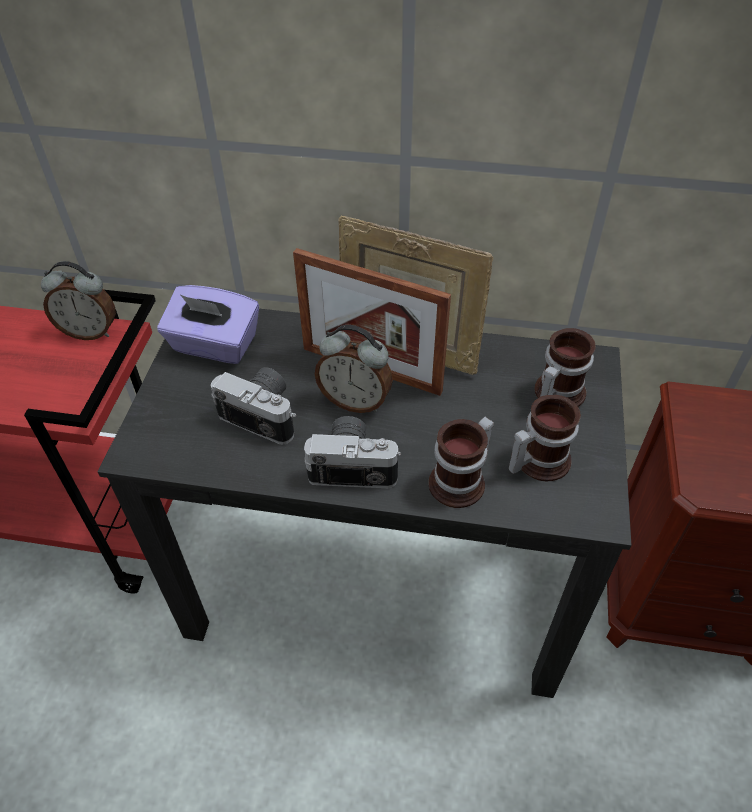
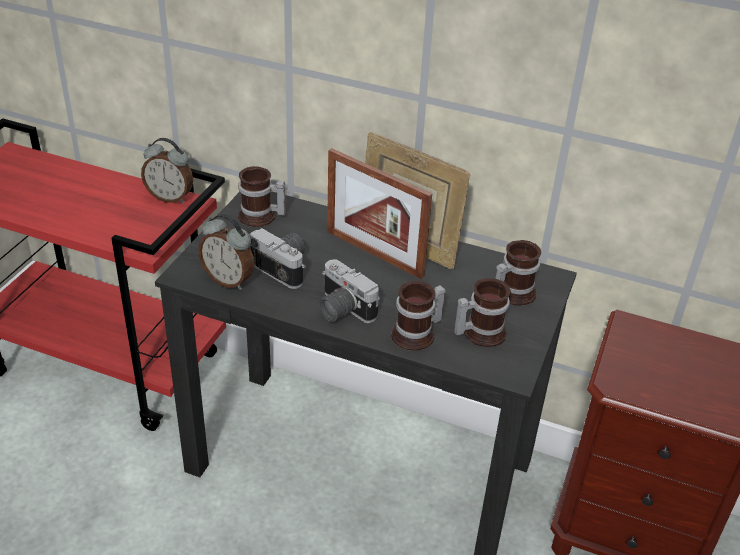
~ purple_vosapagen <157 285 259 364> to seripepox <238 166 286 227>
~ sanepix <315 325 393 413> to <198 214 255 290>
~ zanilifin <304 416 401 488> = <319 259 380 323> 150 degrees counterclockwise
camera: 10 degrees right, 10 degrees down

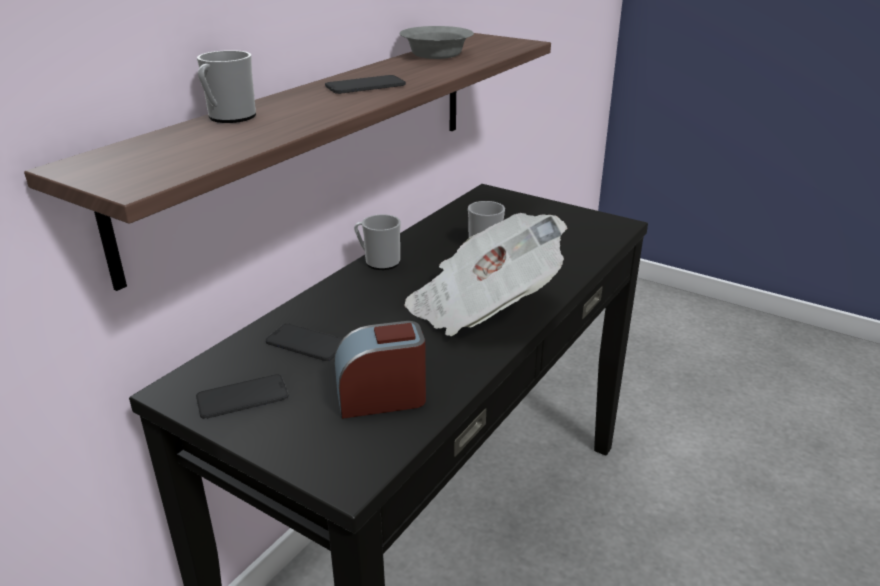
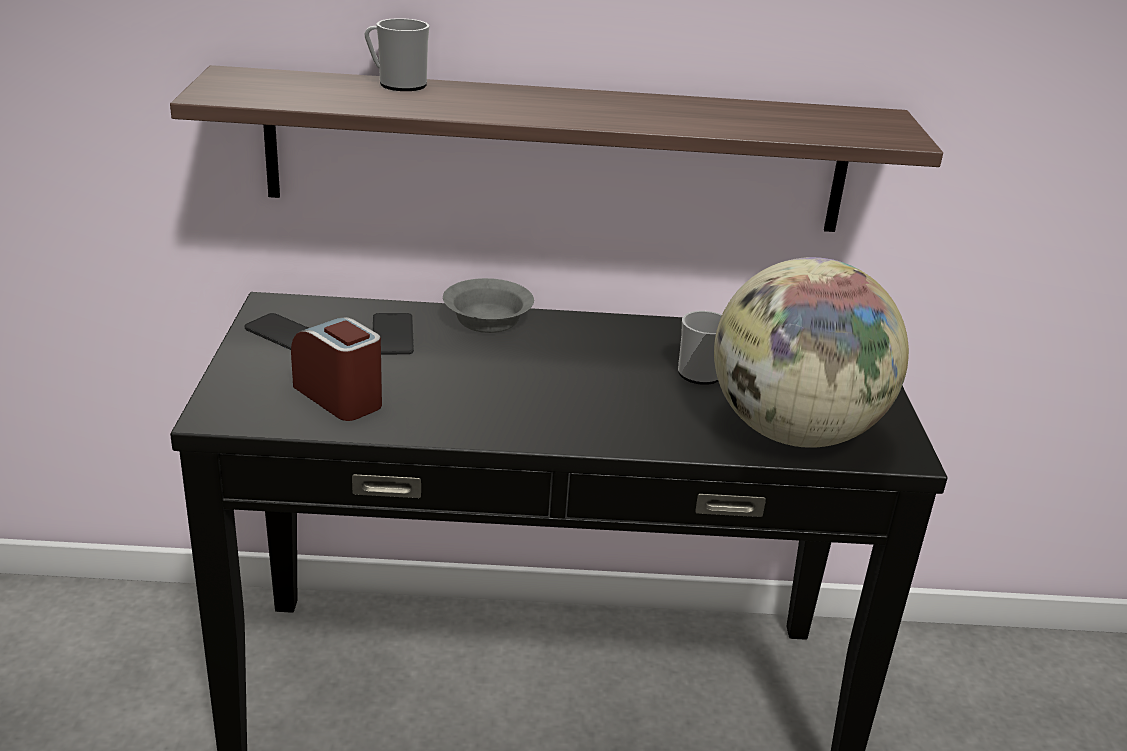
~ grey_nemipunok <400 26 474 59> to <443 278 534 333>
- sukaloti <325 75 406 94>
- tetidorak <404 213 567 336>
- seripepox <354 214 401 270>
+ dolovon <714 257 909 448>
camera: 55 degrees right, 0 degrees up

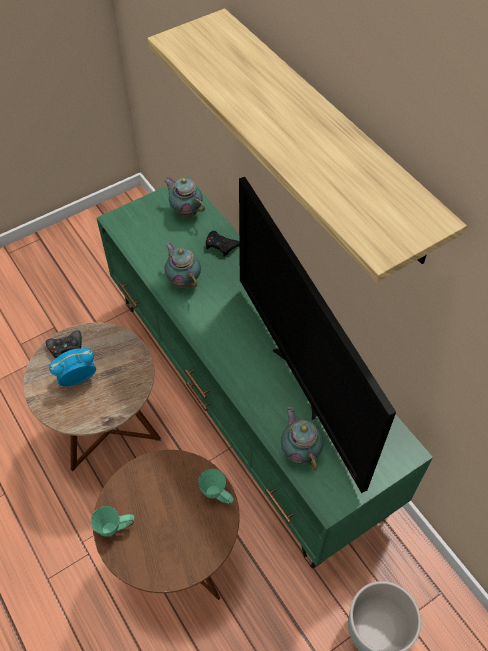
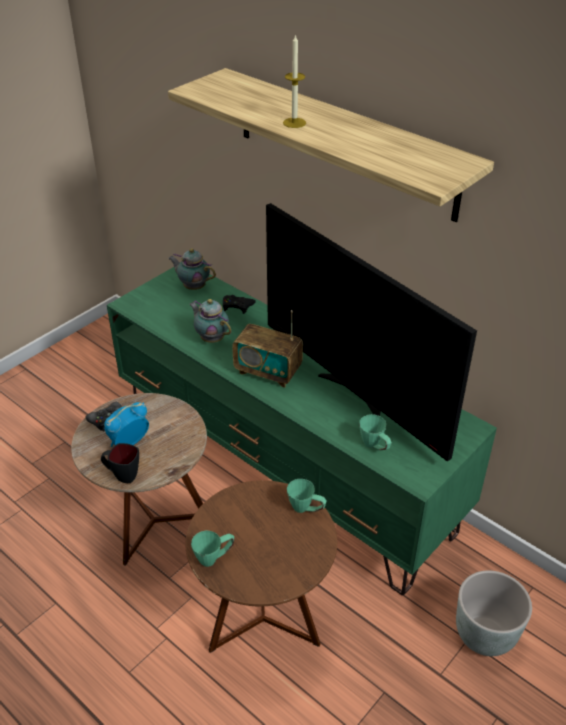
~ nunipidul <281 407 323 471> to green_seripepox <359 414 392 450>
+ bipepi <283 34 306 128>
+ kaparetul <232 310 303 388>
+ black_seripepox <101 443 139 483>
camera: 15 degrees left, 15 degrees down

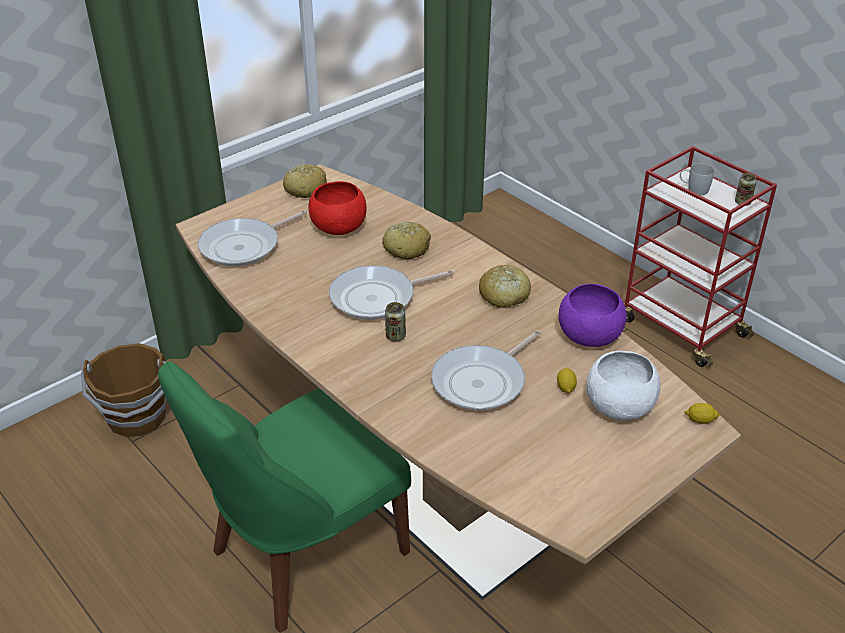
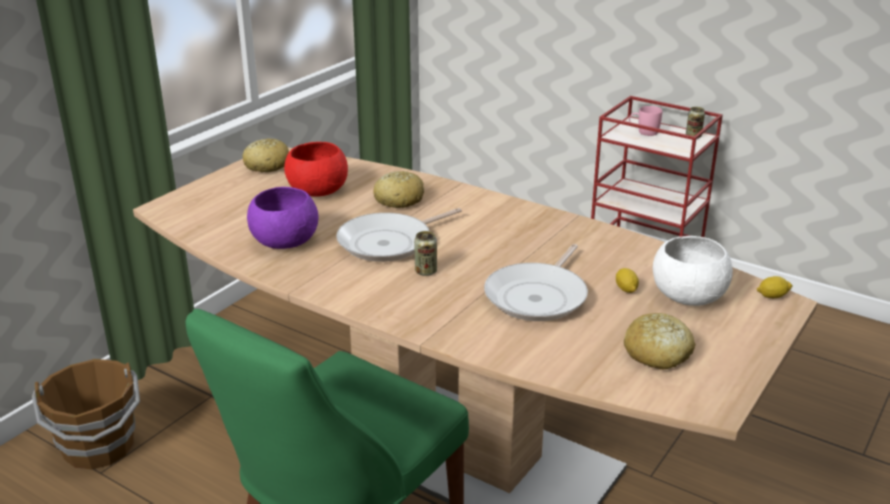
~ white_seripepox <680 163 714 196> to pink_seripepox <629 106 663 136>
- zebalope <198 210 307 267>
~ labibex <479 265 531 308> to <624 313 695 369>
~ purple_nemipunok <559 284 627 347> to <247 187 318 249>
camera: 15 degrees left, 10 degrees down

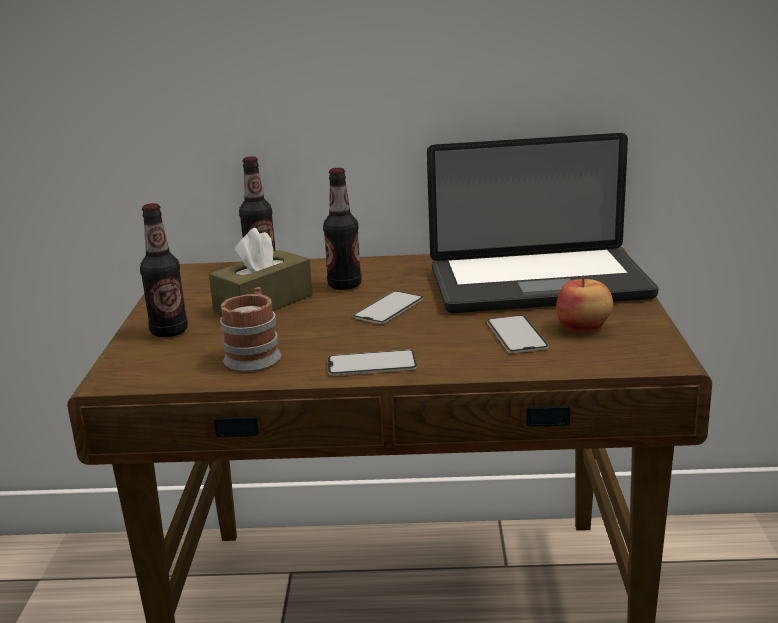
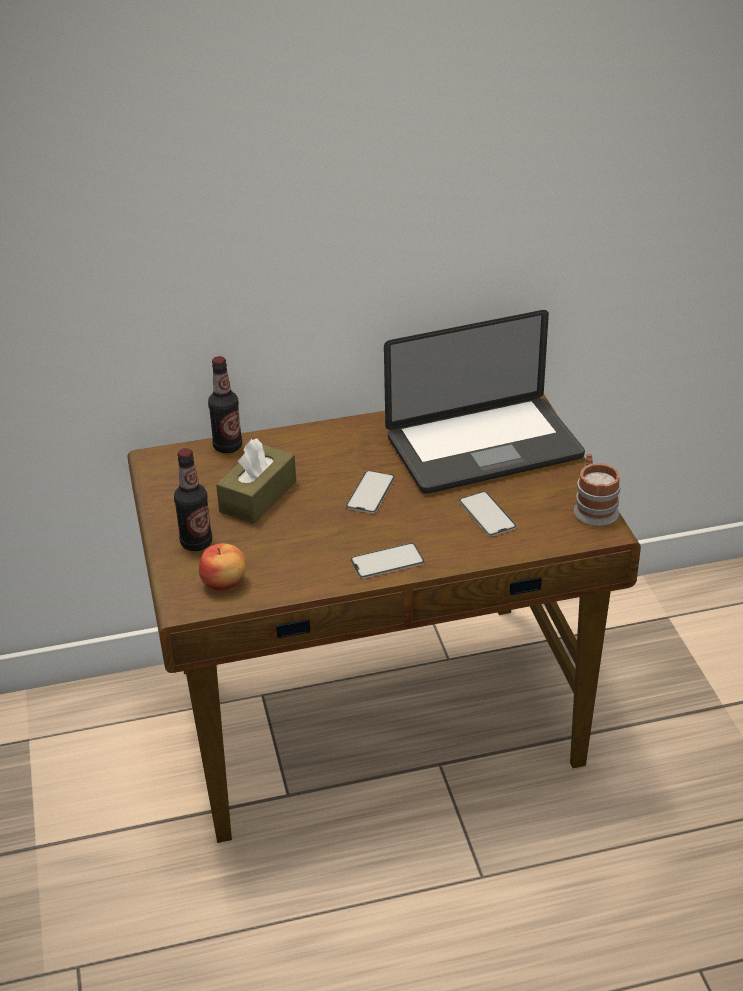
- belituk <323 168 362 290>
~ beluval <556 277 613 332> to <199 543 246 591>
~ seripepox <220 287 281 372> to <574 453 621 526>
camera: 15 degrees left, 15 degrees up

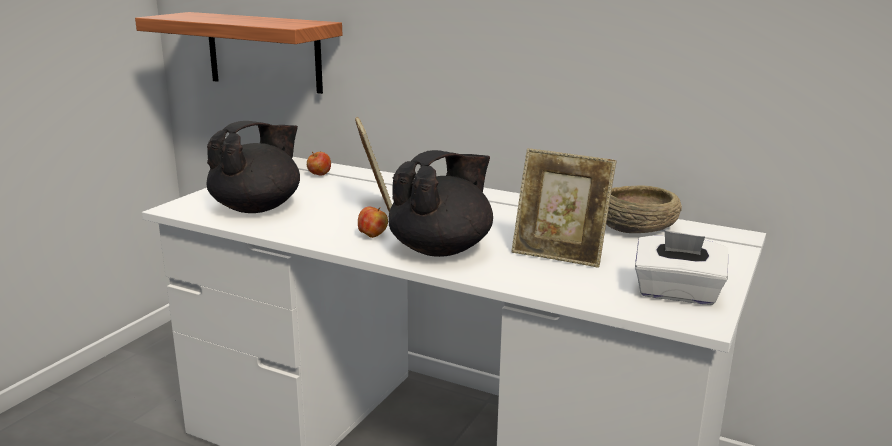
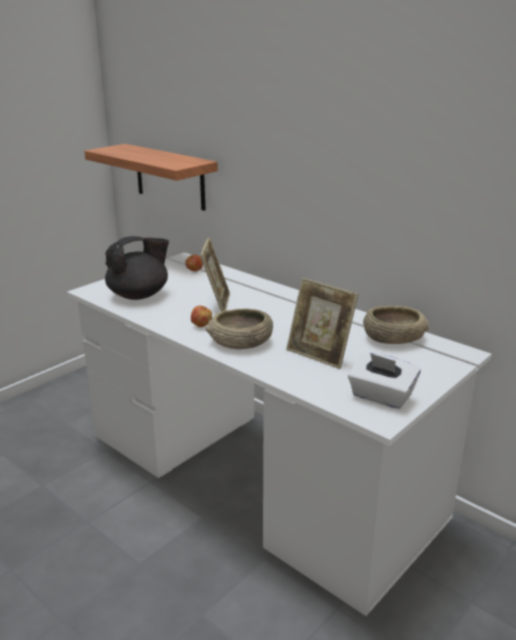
~ black_nunipidul <388 150 493 257> to beige_nemipunok <206 309 273 349>
camera: 15 degrees right, 5 degrees up

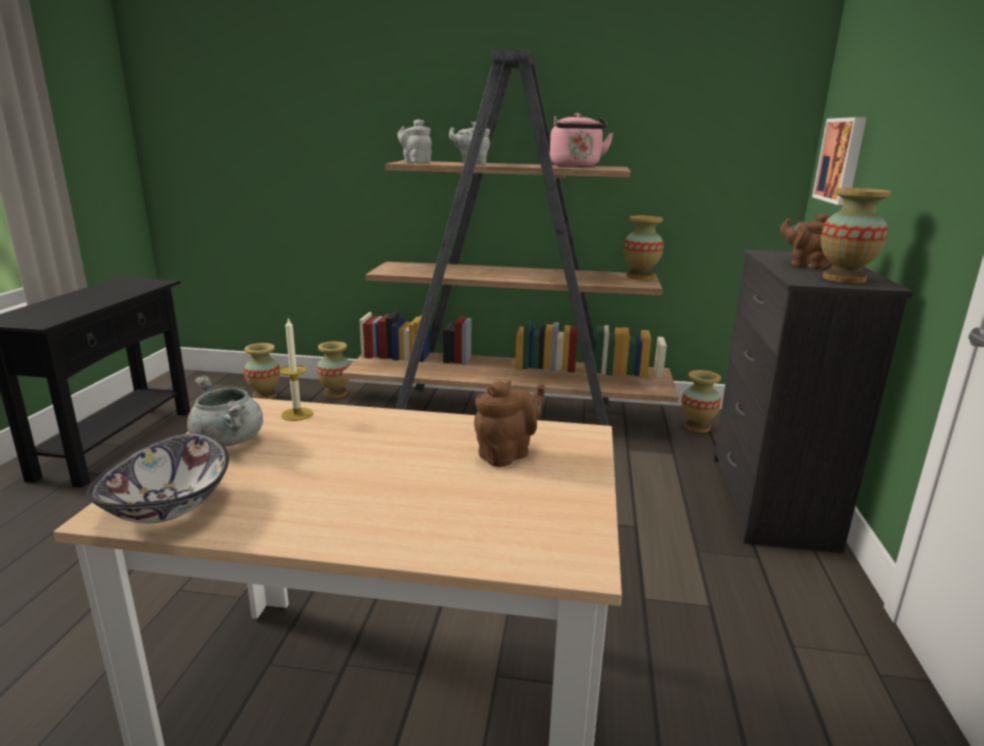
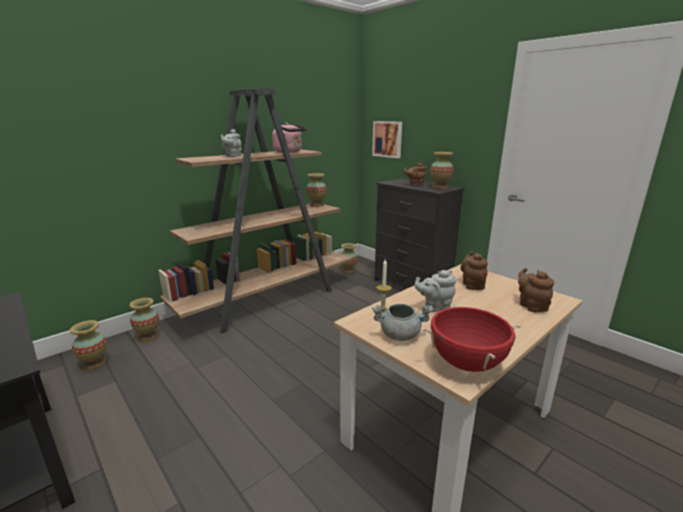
~ grey_nunipidul <398 119 432 163> to <414 270 457 312>
~ nemipunok <86 434 229 523> to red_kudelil <423 304 521 372>
+ brown_nunipidul <518 268 554 312>
camera: 50 degrees left, 0 degrees up

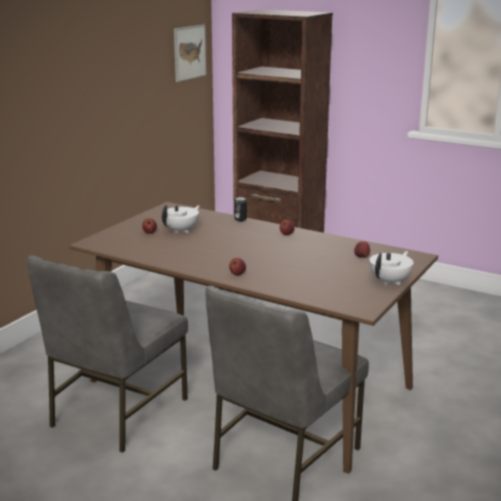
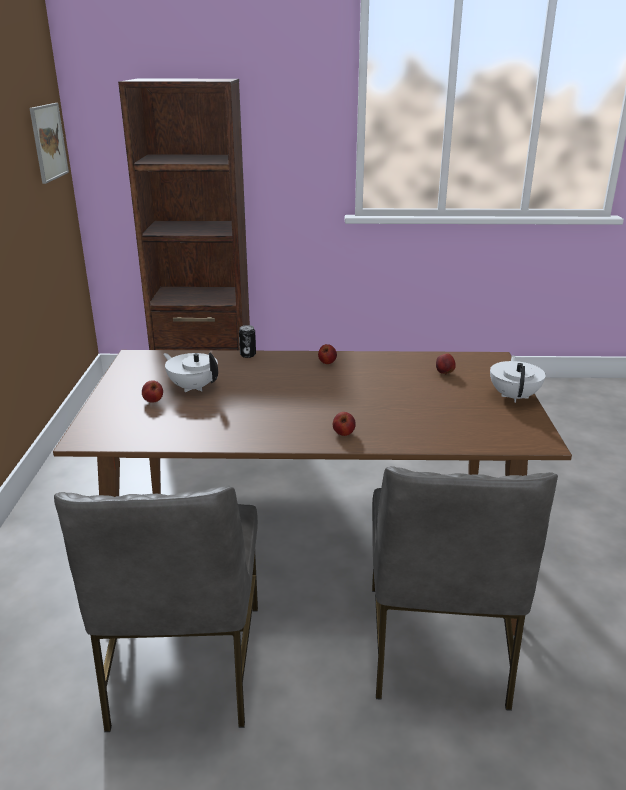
~ white_nunipidul <162 205 200 233> = <164 352 218 392> 60 degrees counterclockwise
camera: 30 degrees left, 5 degrees up

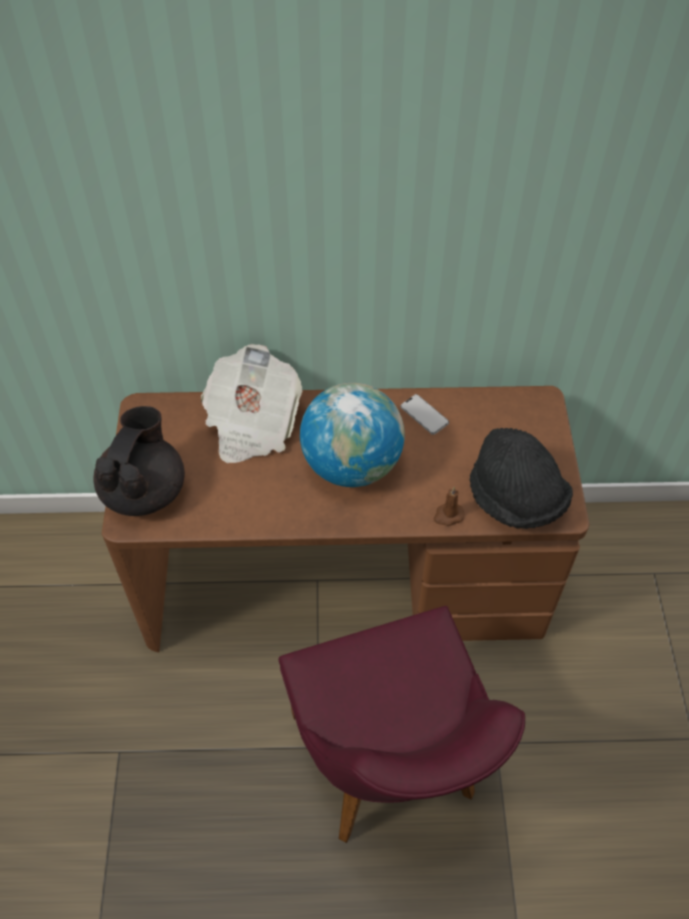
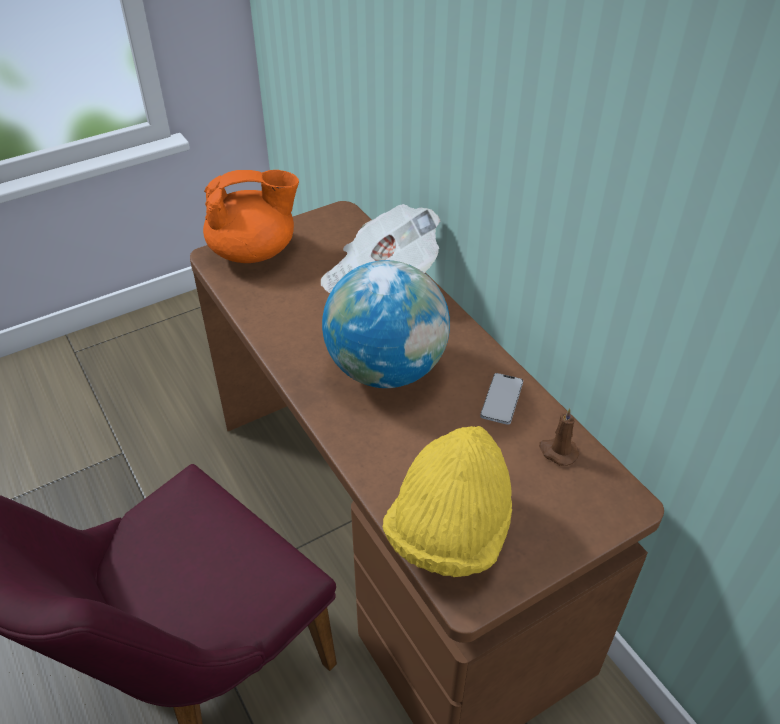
~ black_nunipidul <93 406 185 516> to orange_nunipidul <203 170 299 263>
~ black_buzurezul <470 428 573 529> to yellow_buzurezul <383 426 512 577>
~ brown_bipepi <434 487 464 526> to <539 408 579 466>
camera: 60 degrees right, 10 degrees down

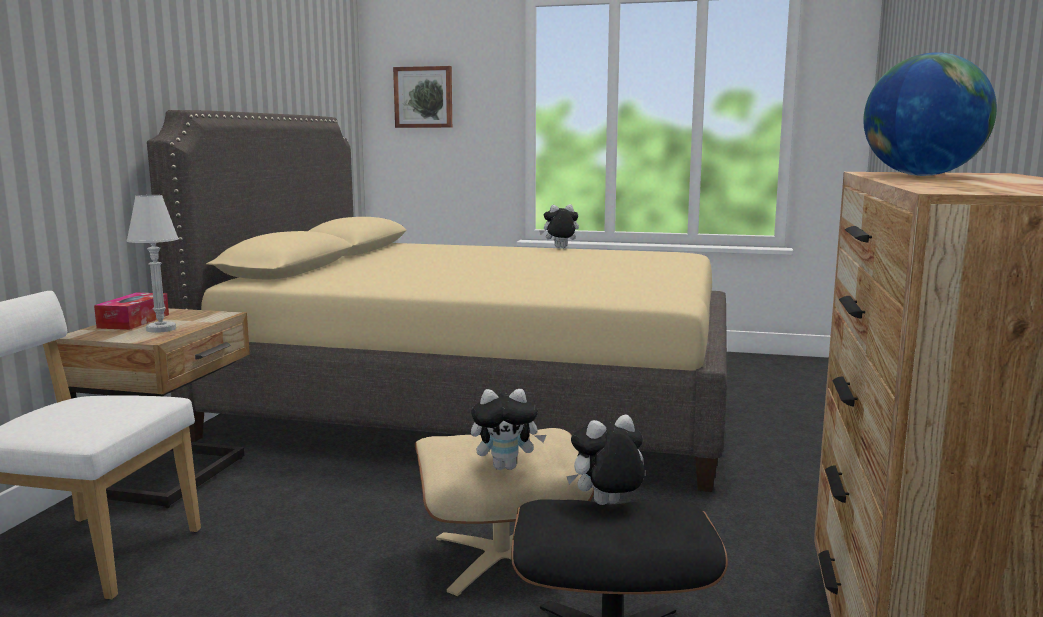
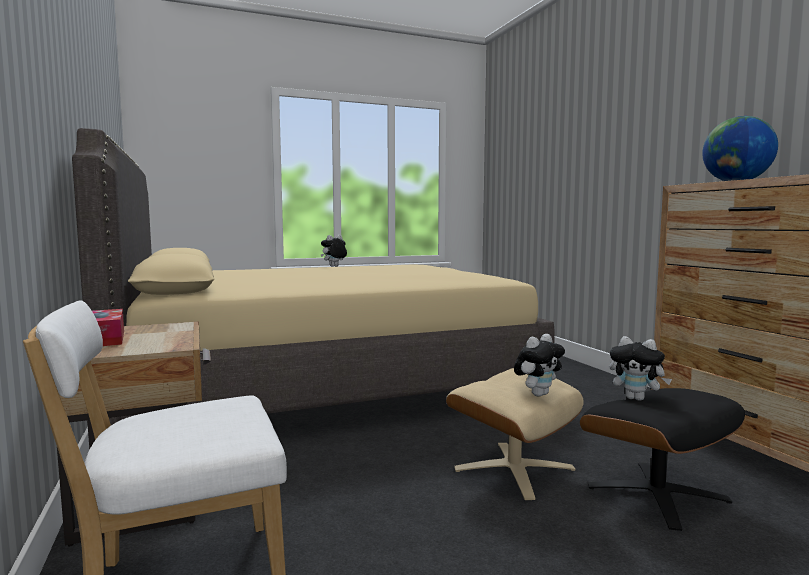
- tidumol <393 66 452 128>
- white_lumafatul <127 195 179 333>
~ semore <566 415 645 505> = <610 336 672 401> 90 degrees counterclockwise
camera: 35 degrees left, 5 degrees down

